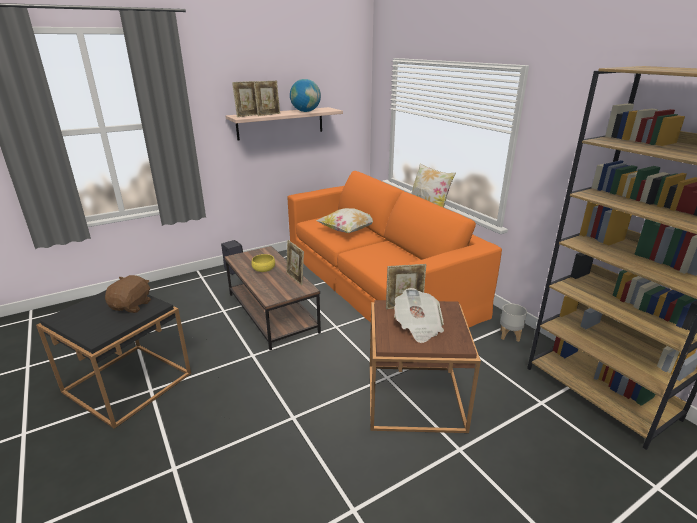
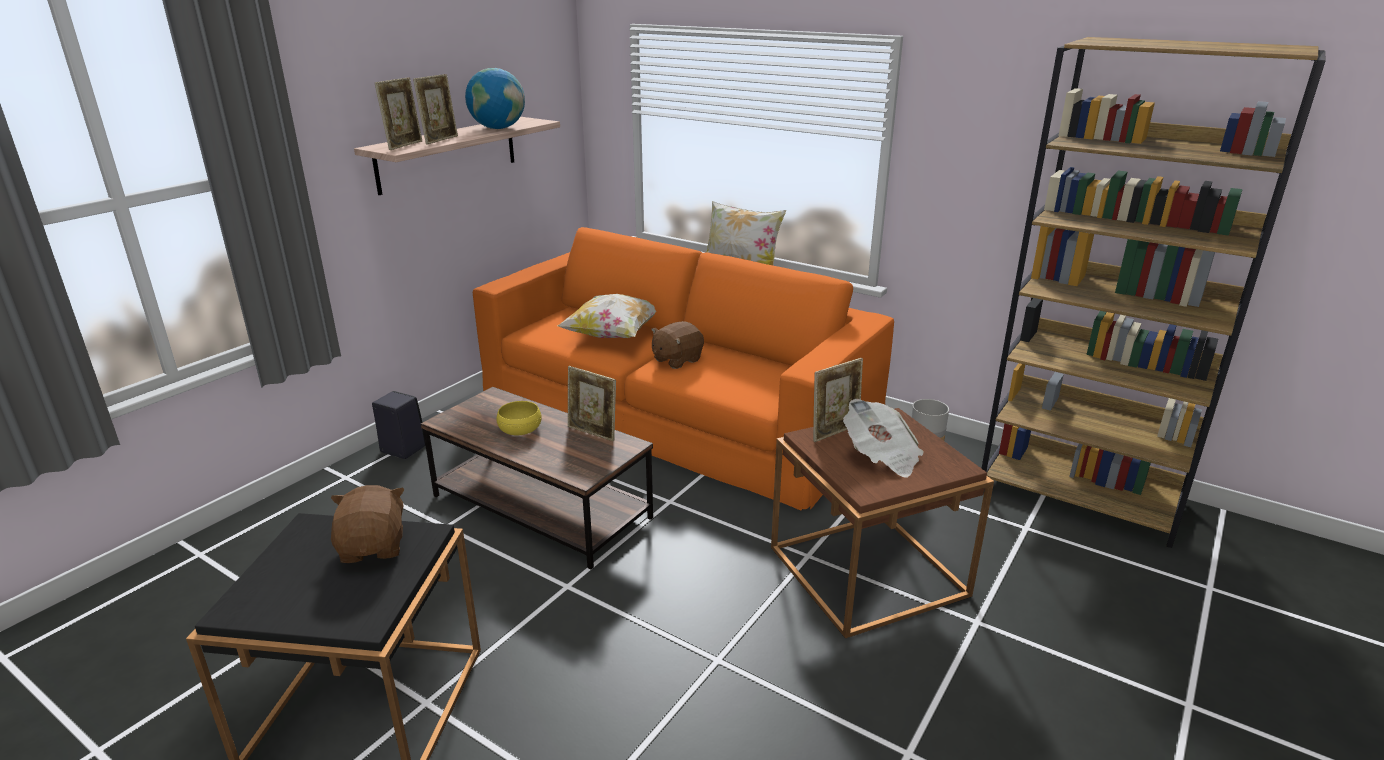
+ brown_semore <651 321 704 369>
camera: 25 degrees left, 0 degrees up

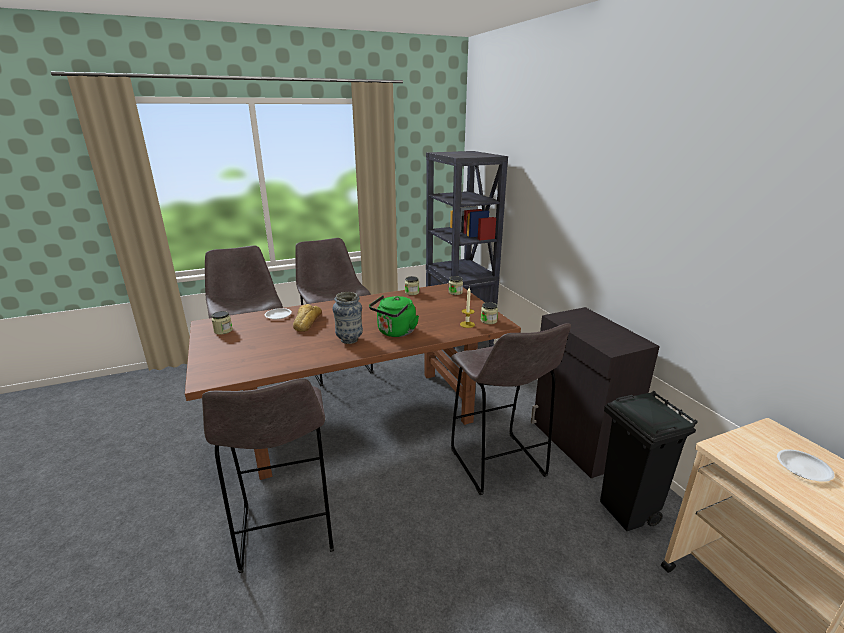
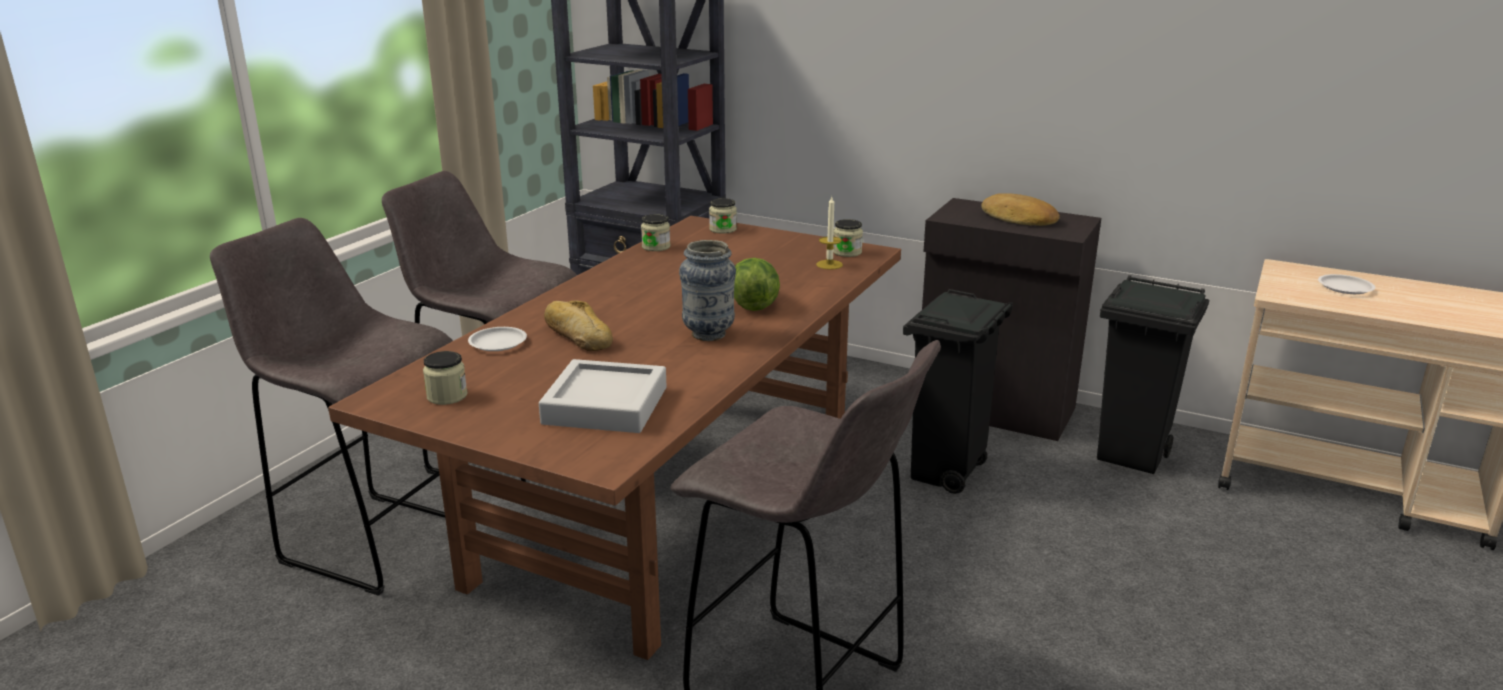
~ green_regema <369 295 419 337> to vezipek <734 258 780 311>
~ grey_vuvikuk <451 323 571 495> to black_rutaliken <903 289 1013 494>
+ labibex <981 193 1060 226>
+ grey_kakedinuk <539 359 667 433>
camera: 40 degrees left, 0 degrees up

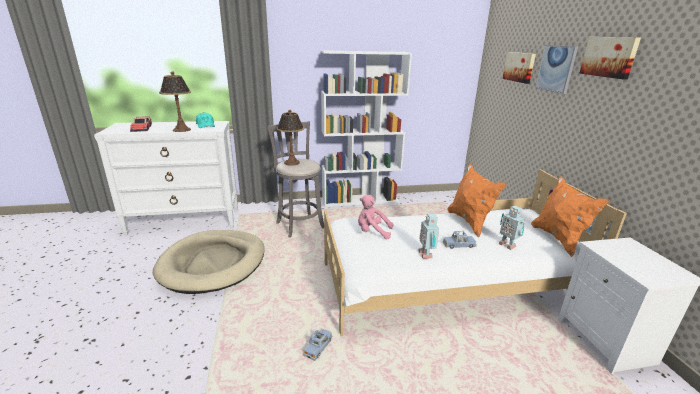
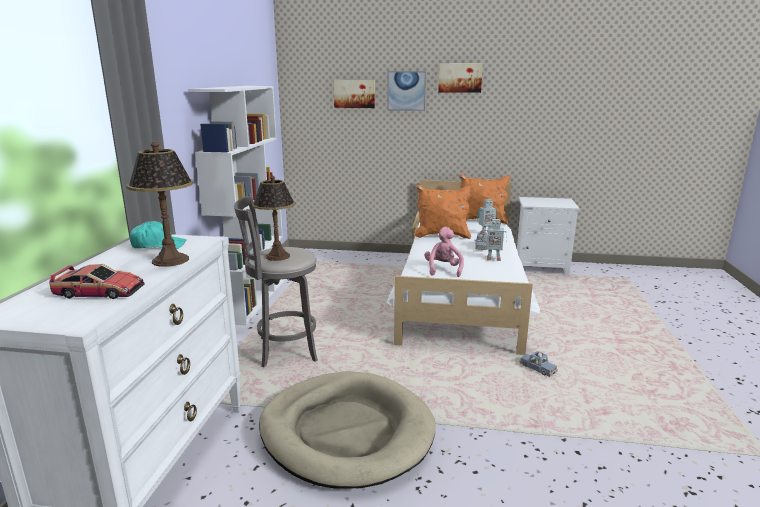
~ pink_semore <358 195 393 239> = <424 227 464 277> 150 degrees clockwise
camera: 70 degrees left, 5 degrees down

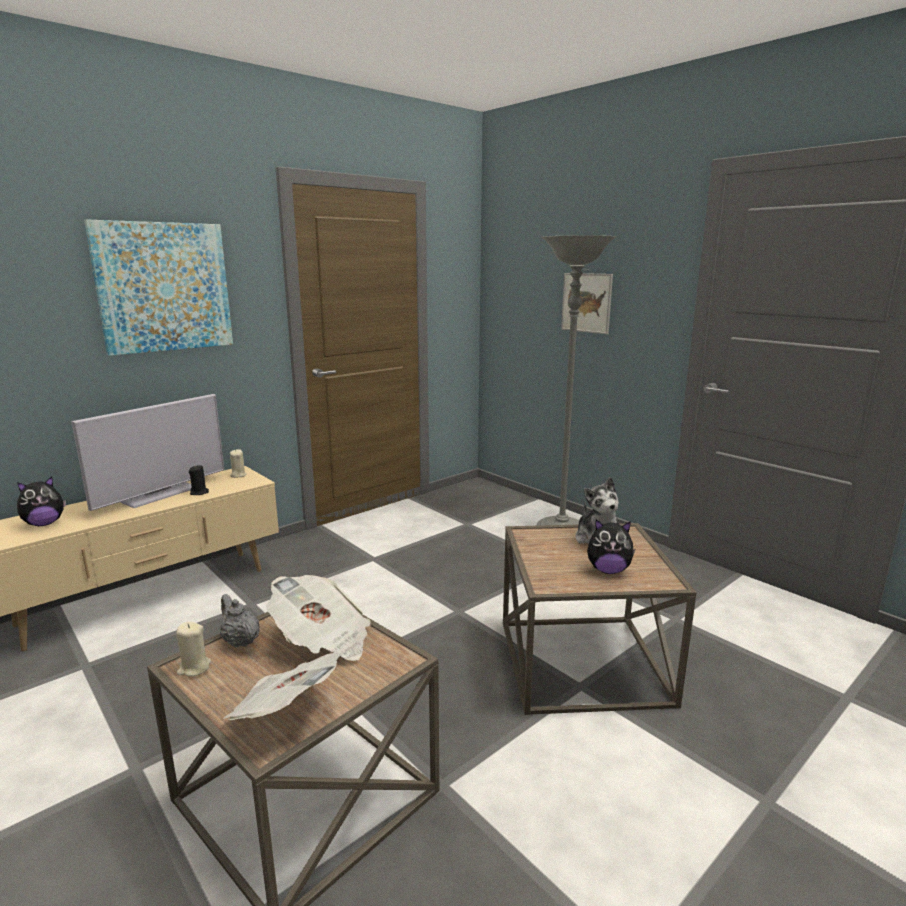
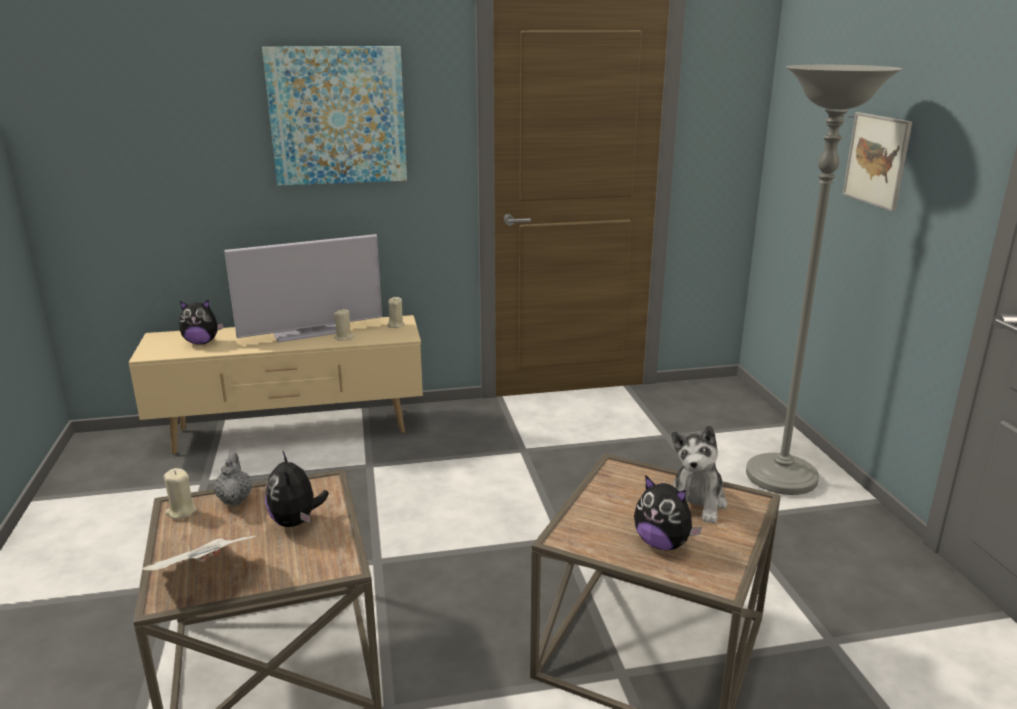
~ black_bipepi <189 465 209 495> to beige_bipepi <334 309 354 341>
~ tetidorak <266 575 371 661> to semore <265 450 329 527>
camera: 30 degrees right, 5 degrees up

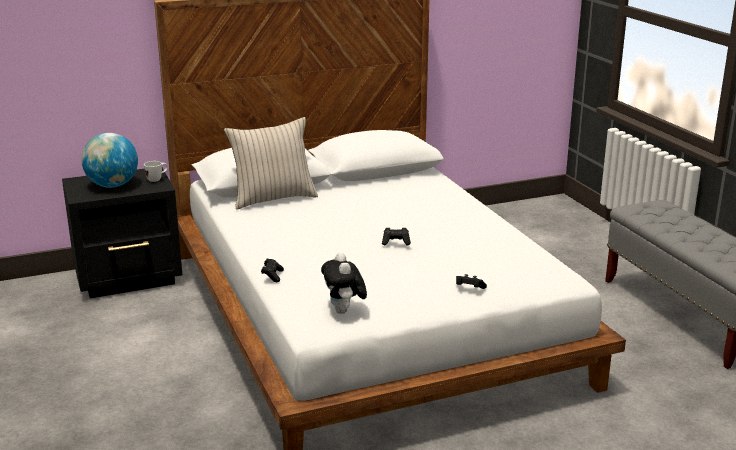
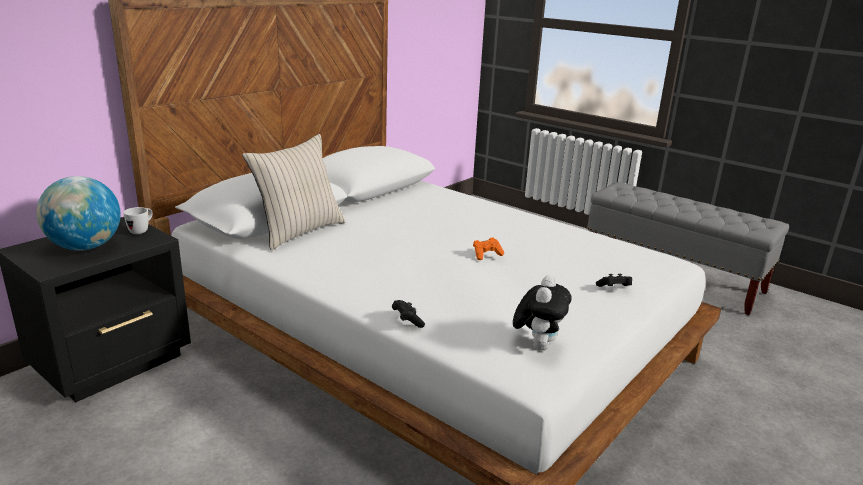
~ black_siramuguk <382 228 411 245> to orange_siramuguk <473 237 504 260>
~ semore <321 252 367 314> = <513 275 572 351> 120 degrees counterclockwise
camera: 30 degrees left, 0 degrees up

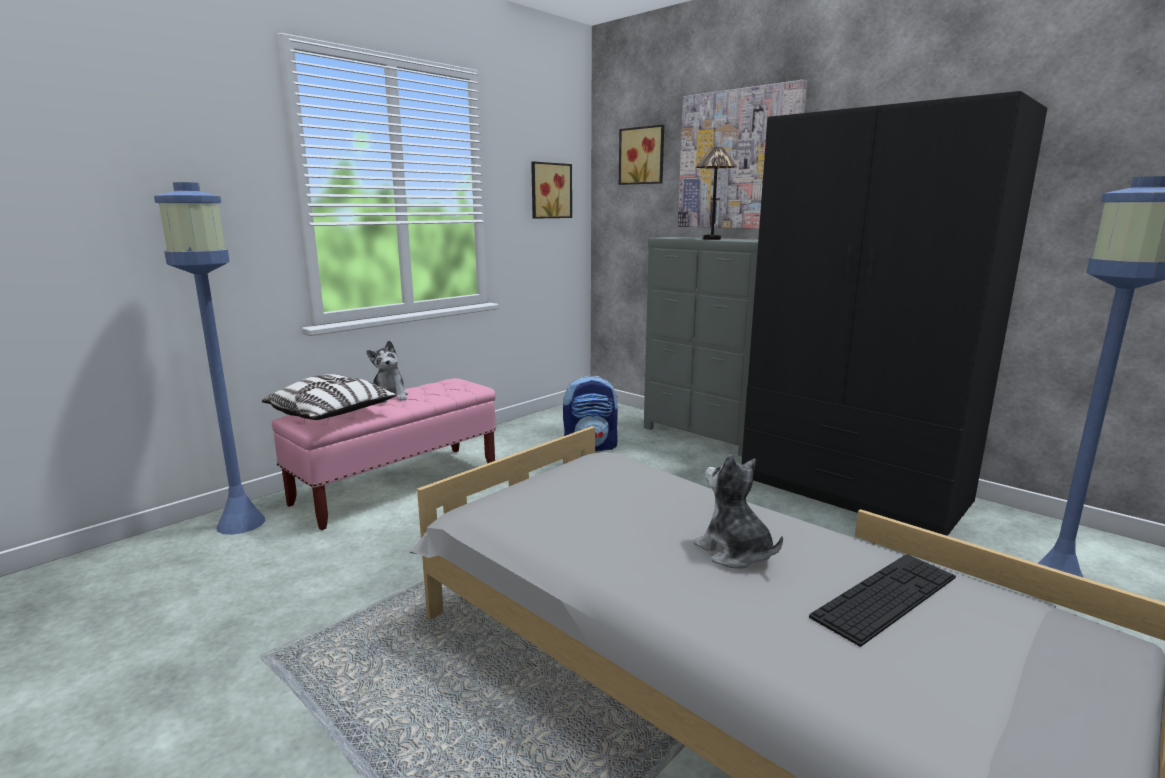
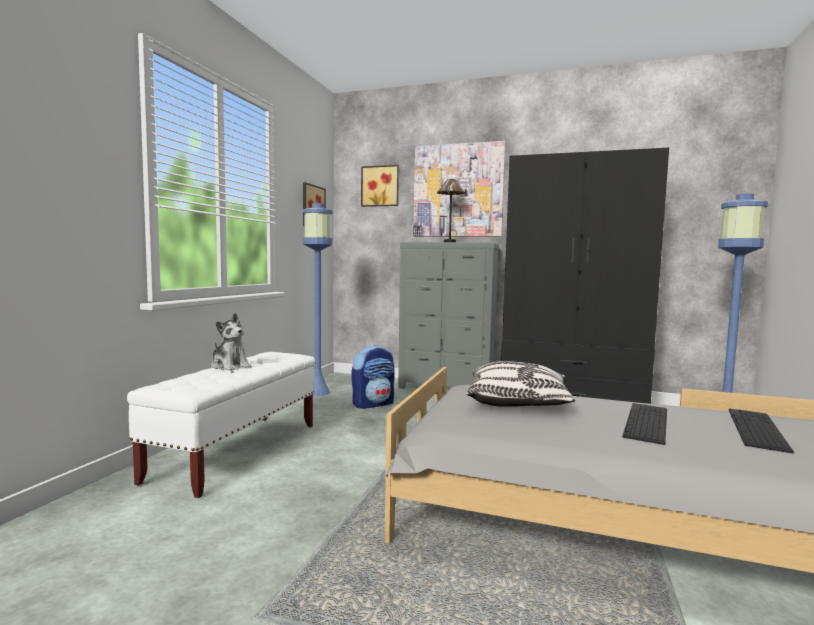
~ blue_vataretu <154 182 265 535> to <303 203 333 396>
~ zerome <262 374 397 420> to <466 361 575 407>
~ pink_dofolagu <272 378 496 530> to white_dofolagu <127 352 315 498>
~ semore <694 454 783 569> to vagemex <623 403 667 445>
camera: 25 degrees left, 10 degrees down

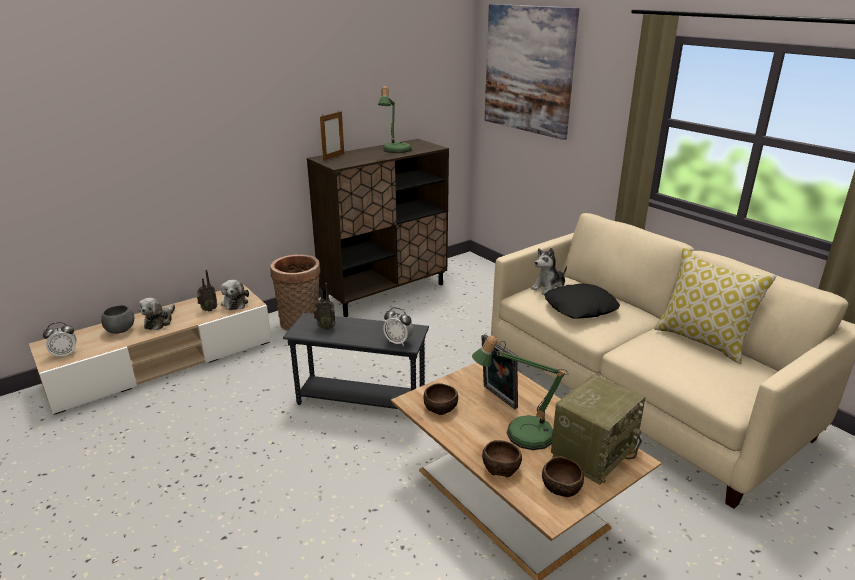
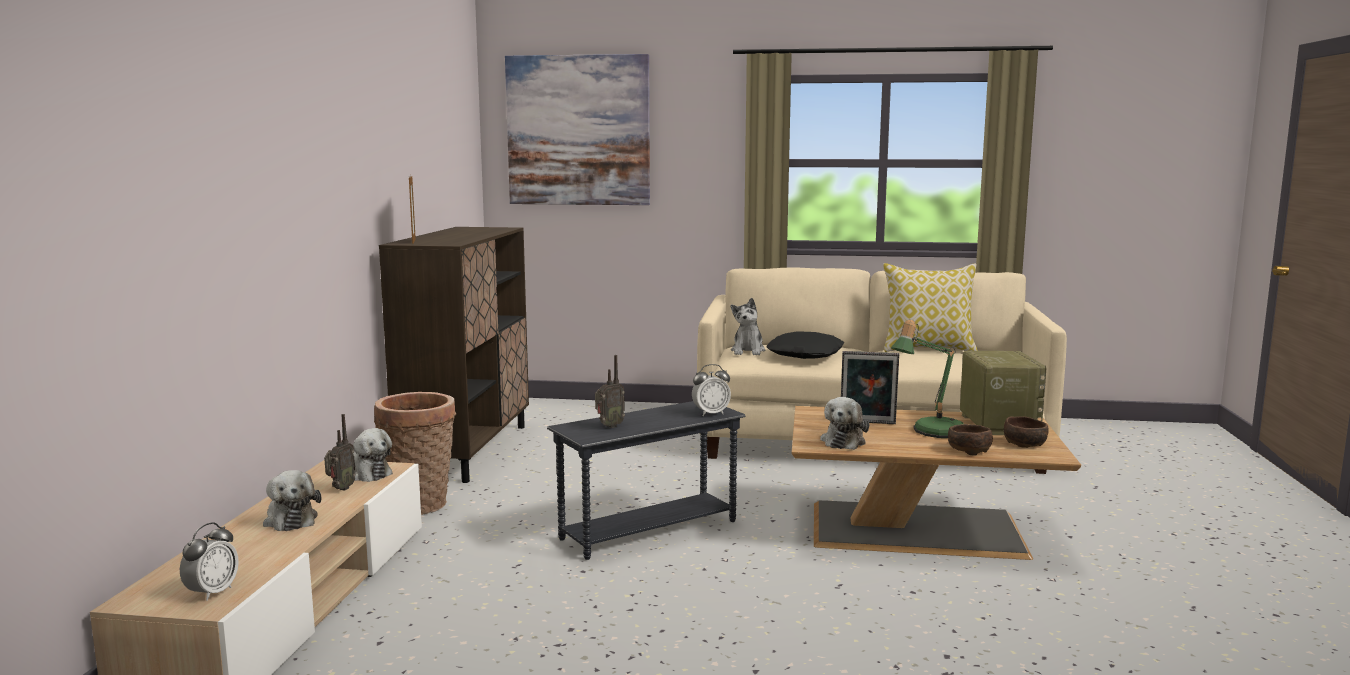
- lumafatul <378 85 412 153>
- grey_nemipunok <101 305 134 334>
~ brown_nemipunok <423 383 458 415> to semore <820 397 869 450>
camera: 45 degrees left, 15 degrees down

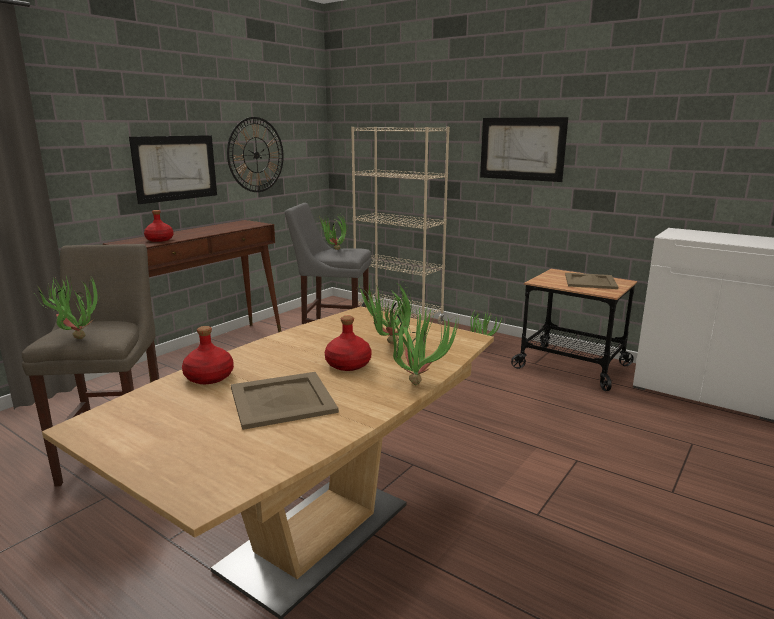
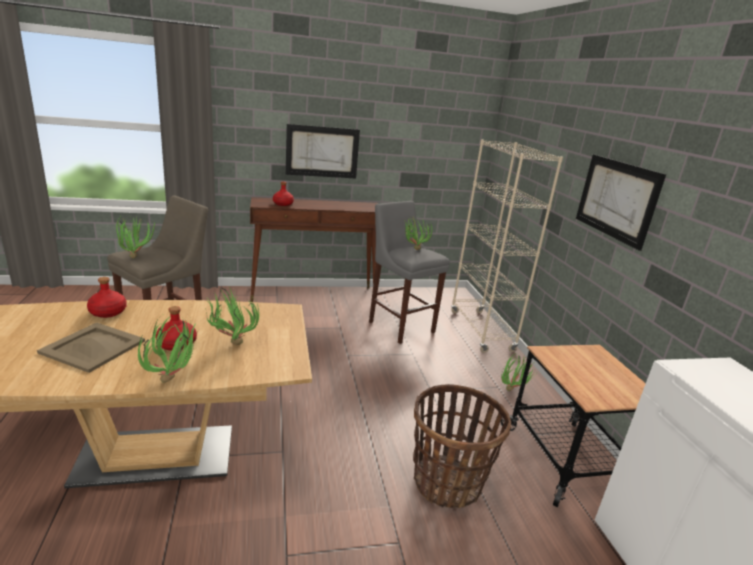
- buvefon <227 117 284 192>
- beige_kakedinuk <565 273 618 289>
+ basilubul <413 384 511 508>
camera: 40 degrees right, 5 degrees up

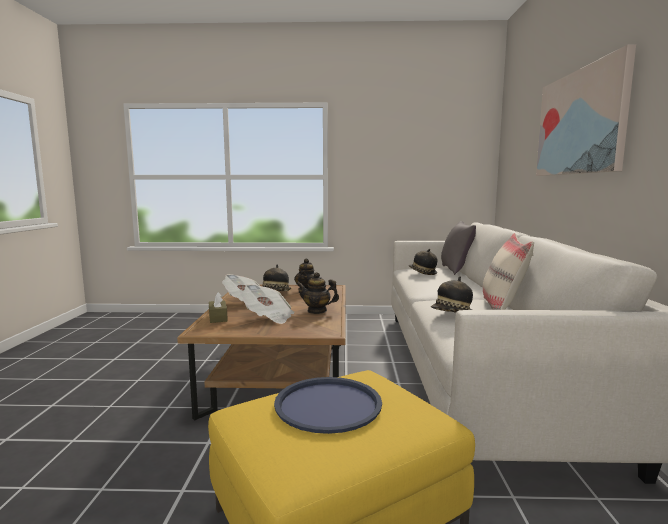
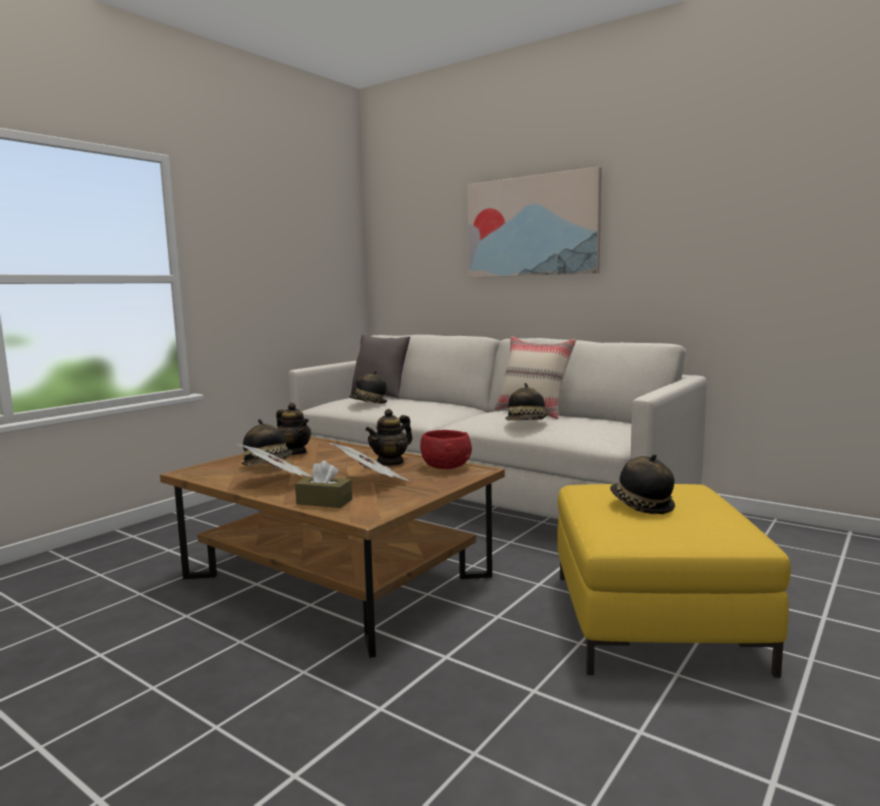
~ blue_kakedinuk <274 377 382 434> to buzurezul <610 454 675 514>
+ red_nemipunok <420 430 472 469>
camera: 55 degrees left, 0 degrees up

